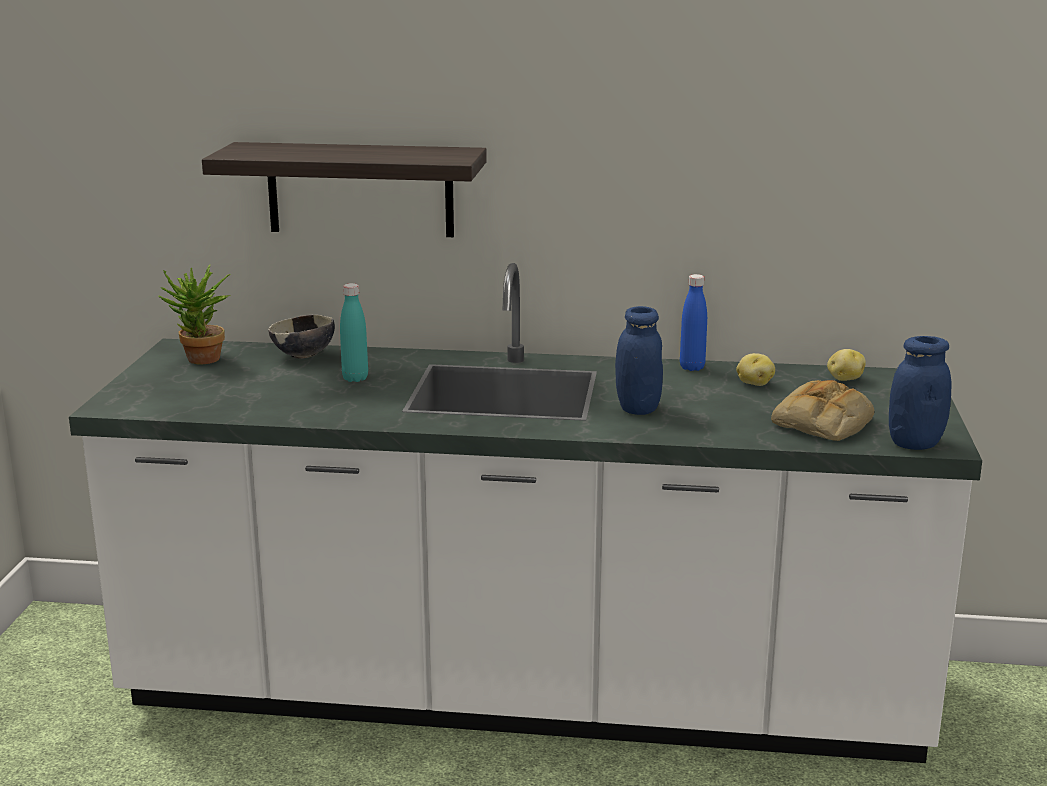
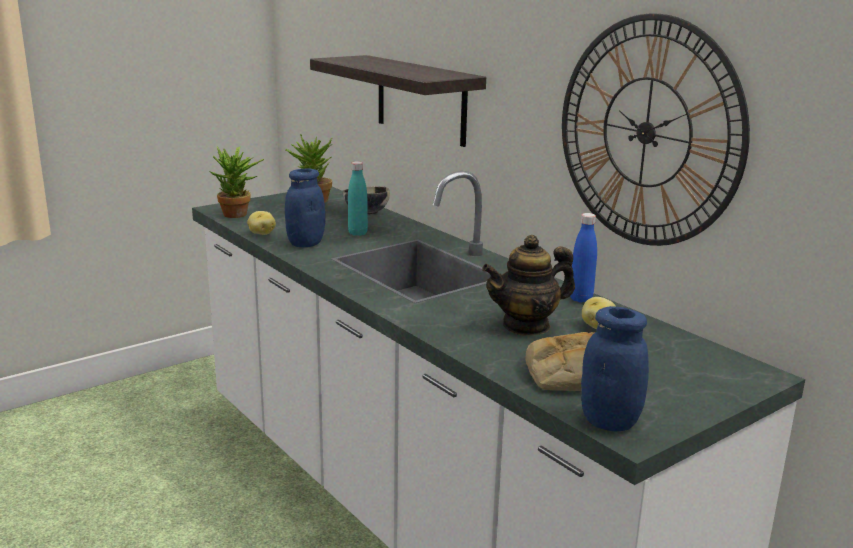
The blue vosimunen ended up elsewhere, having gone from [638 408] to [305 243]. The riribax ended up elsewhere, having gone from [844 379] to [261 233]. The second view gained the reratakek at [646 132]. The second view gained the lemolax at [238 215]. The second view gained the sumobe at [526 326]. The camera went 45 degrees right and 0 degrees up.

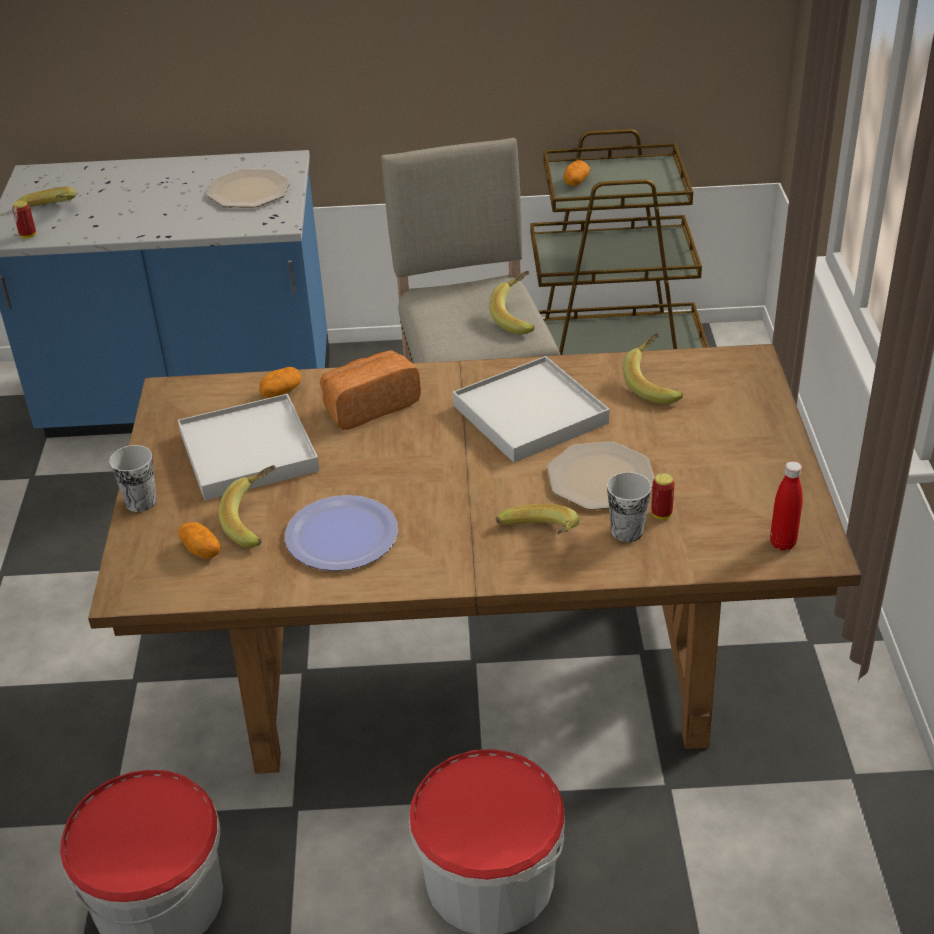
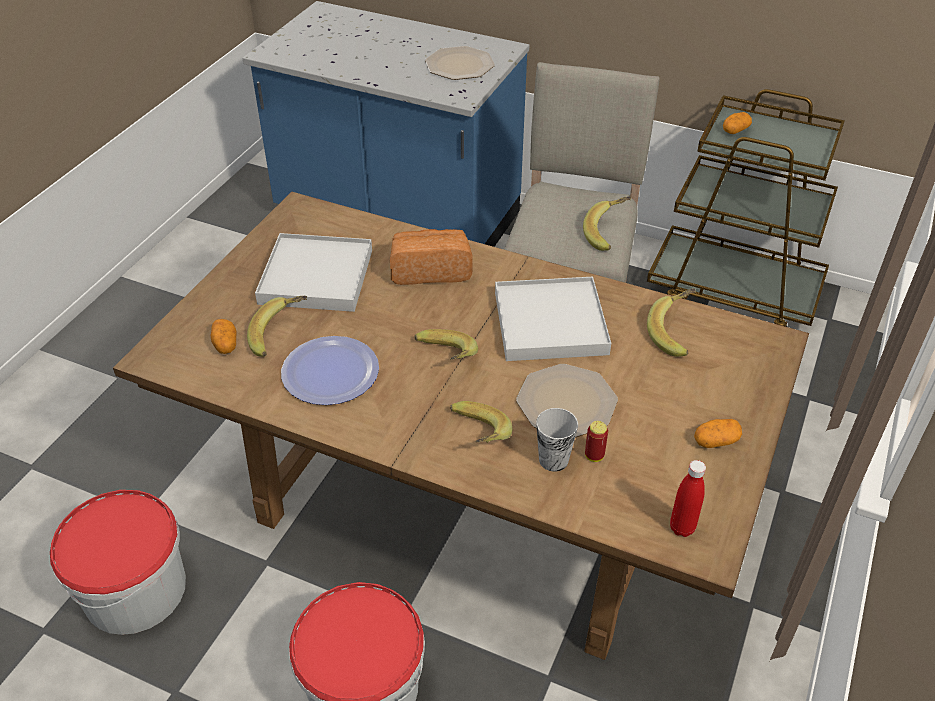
The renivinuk ended up elsewhere, having gone from [49 213] to [444 360]. The second view lost the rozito at [28 235]. The riribax ended up elsewhere, having gone from [281 392] to [715 441]. The second view lost the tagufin at [141 502]. The camera went 25 degrees right and 5 degrees up.

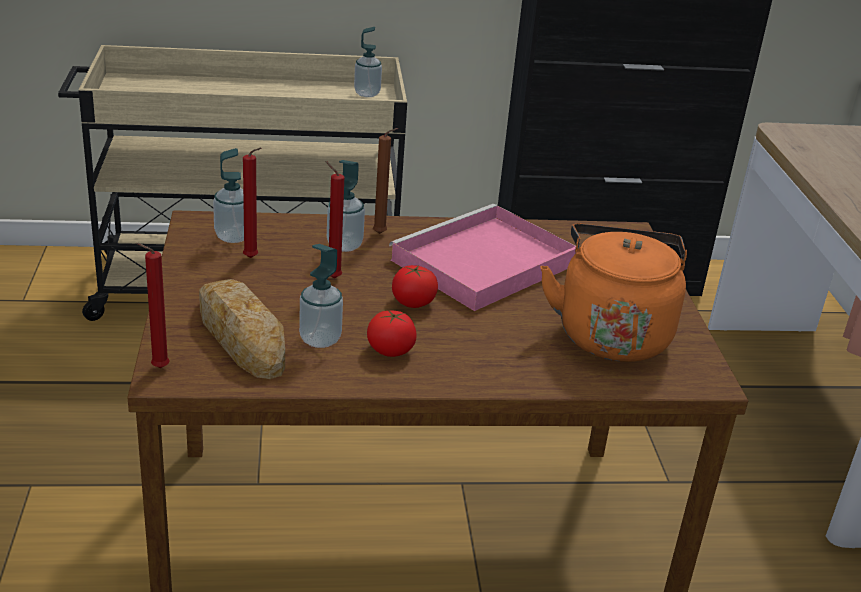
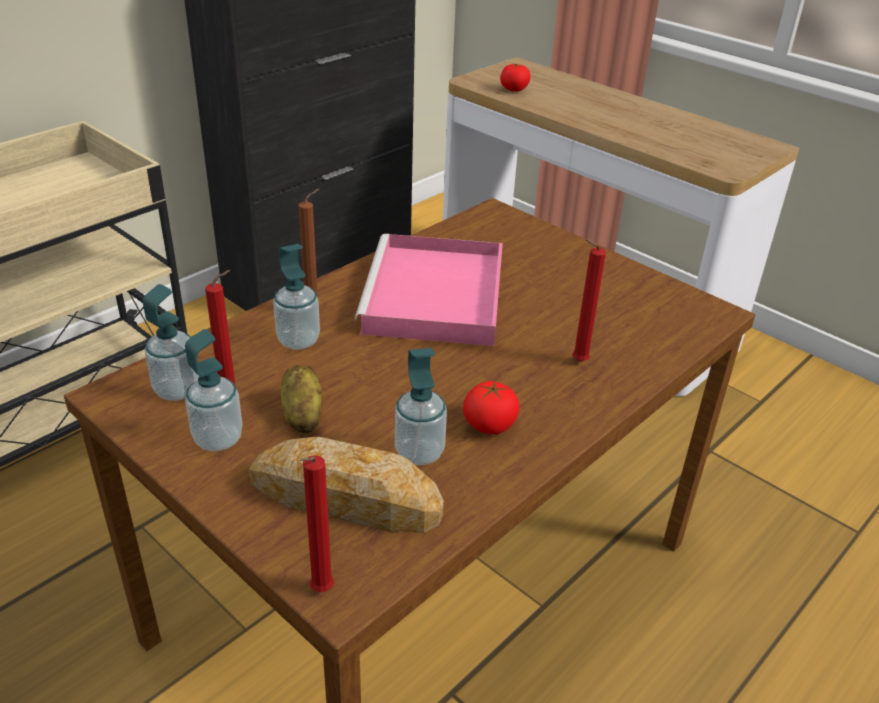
The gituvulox ended up elsewhere, having gone from [367 93] to [218 439]. The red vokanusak ended up elsewhere, having gone from [331 277] to [577 362]. The second view lost the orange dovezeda at [611 333]. The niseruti ended up elsewhere, having gone from [413 302] to [514 89]. The second view gained the riribax at [302 415]. The camera went 40 degrees left and 5 degrees up.

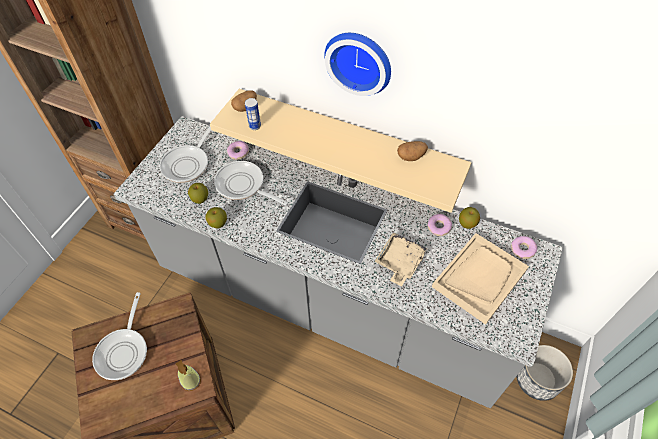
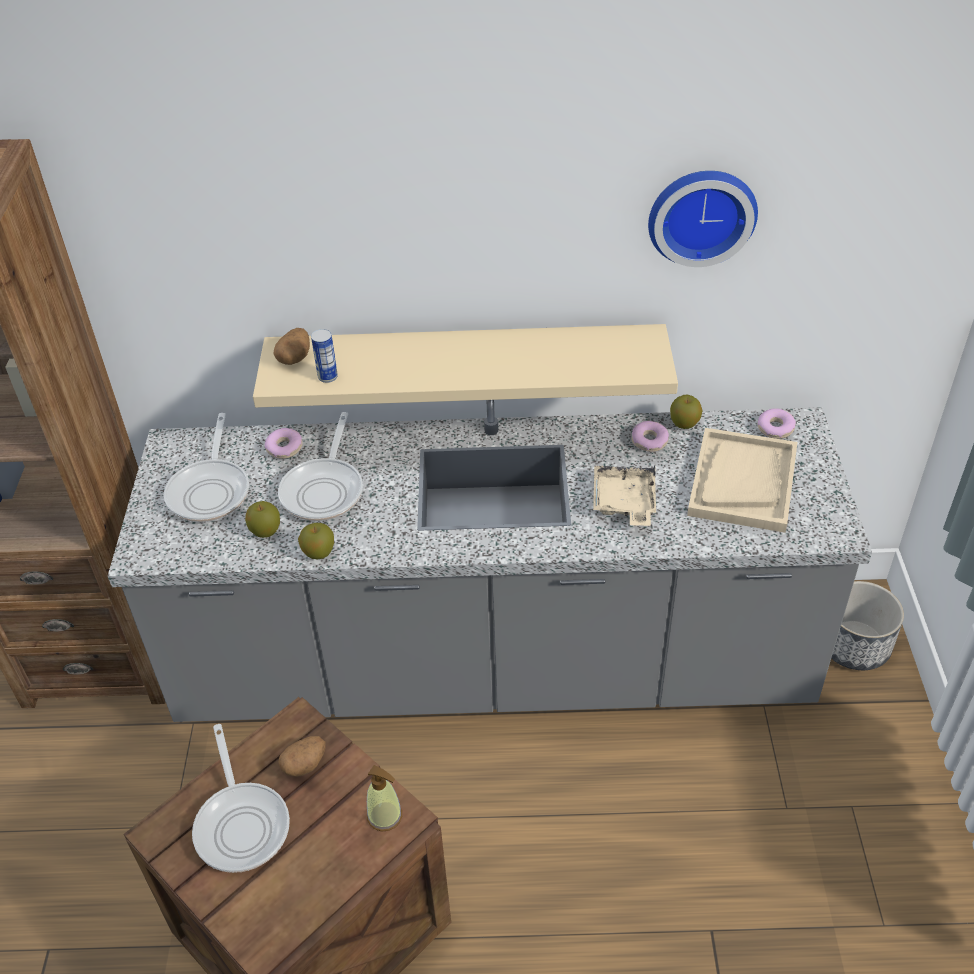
The reratakek ended up elsewhere, having gone from [359 61] to [701 214]. The riribax ended up elsewhere, having gone from [411 157] to [305 764]. The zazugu at [243 186] ended up facing another way, 90 degrees counterclockwise from before. The camera went 25 degrees left and 10 degrees down.

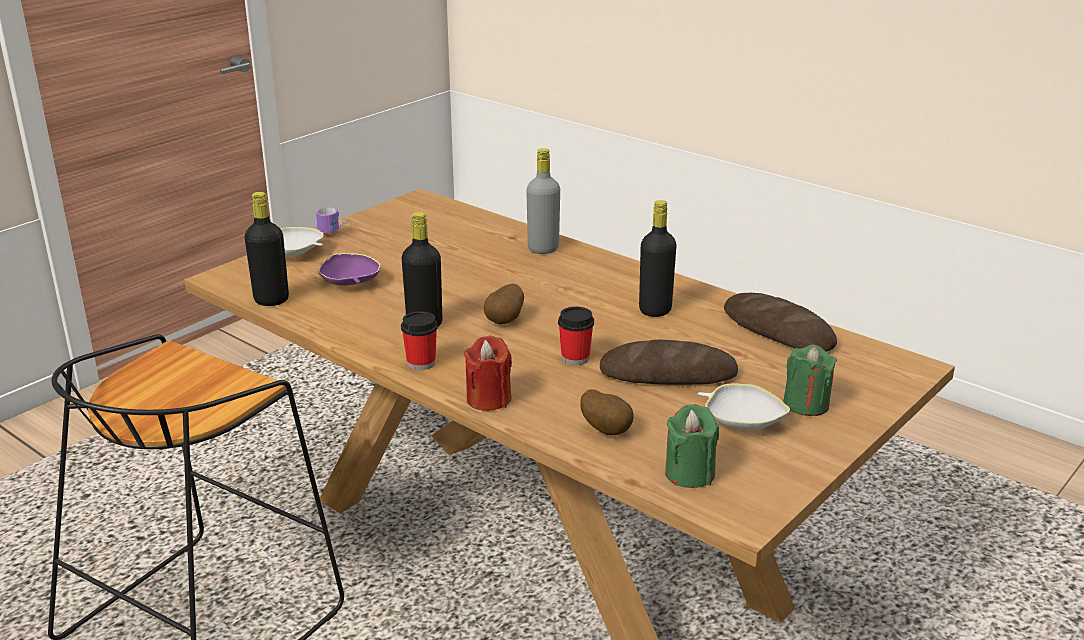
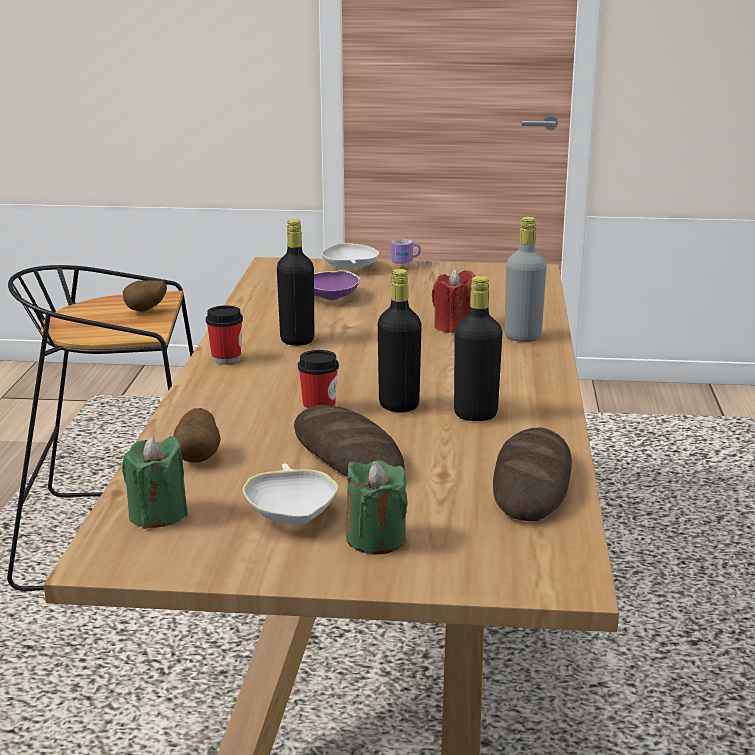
The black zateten ended up elsewhere, having gone from [271 300] to [399 405]. The riribax ended up elsewhere, having gone from [505 321] to [145 311]. The red vokanusak ended up elsewhere, having gone from [488 399] to [454 326]. The camera went 55 degrees right and 5 degrees down.

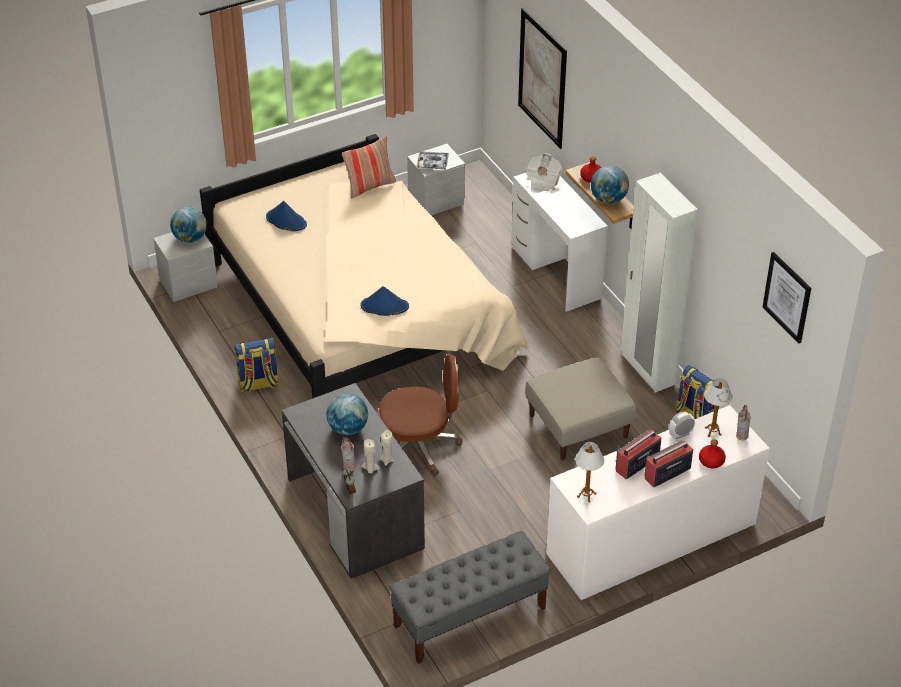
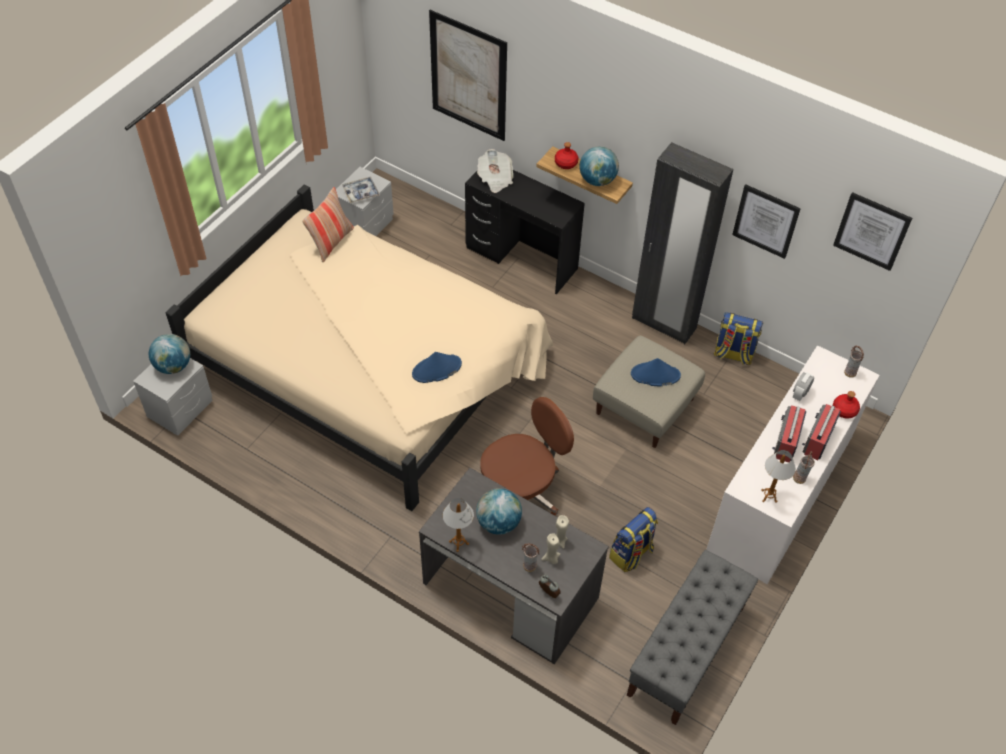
What was the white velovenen at [556 273] turned into the black velovenen at [522 258]. What was the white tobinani at [647 369] turned into the black tobinani at [663 324]. The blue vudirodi ended up elsewhere, having gone from [286 221] to [655 375]. The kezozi ended up elsewhere, having gone from [258 384] to [631 554]. The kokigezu ended up elsewhere, having gone from [713 431] to [458 543]. The second view gained the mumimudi at [766 221]. The second view gained the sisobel at [800 478]. The camera went 30 degrees left and 10 degrees up.

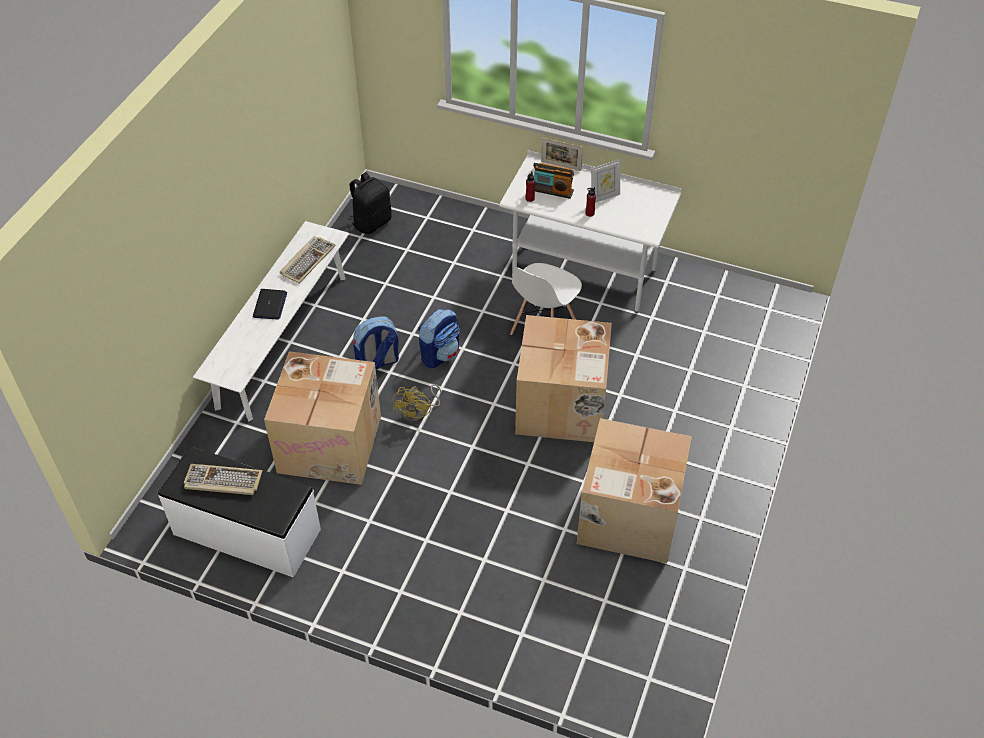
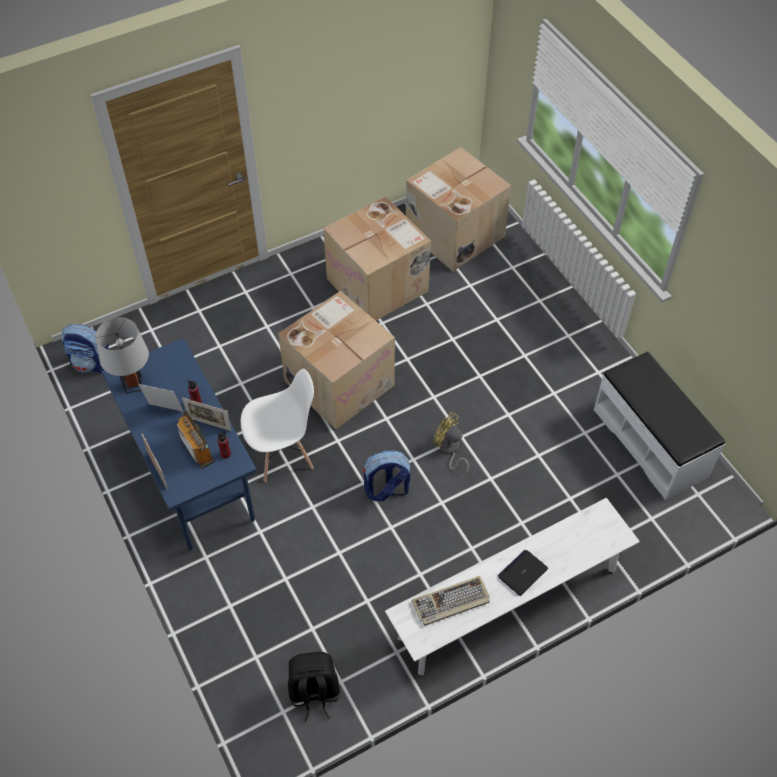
What was the white velovenen at [584 275] turned into the blue velovenen at [193 480]. The kezozi ended up elsewhere, having gone from [377 362] to [92 363]. The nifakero ended up elsewhere, having gone from [331 443] to [453 234]. The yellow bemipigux at [418 413] ended up facing another way, 105 degrees counterclockwise from before. The second view lost the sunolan at [222 481]. The second view gained the grey kokigezu at [133 384]. The second view gained the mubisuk at [209 424]. The camera went 140 degrees left and 5 degrees up.

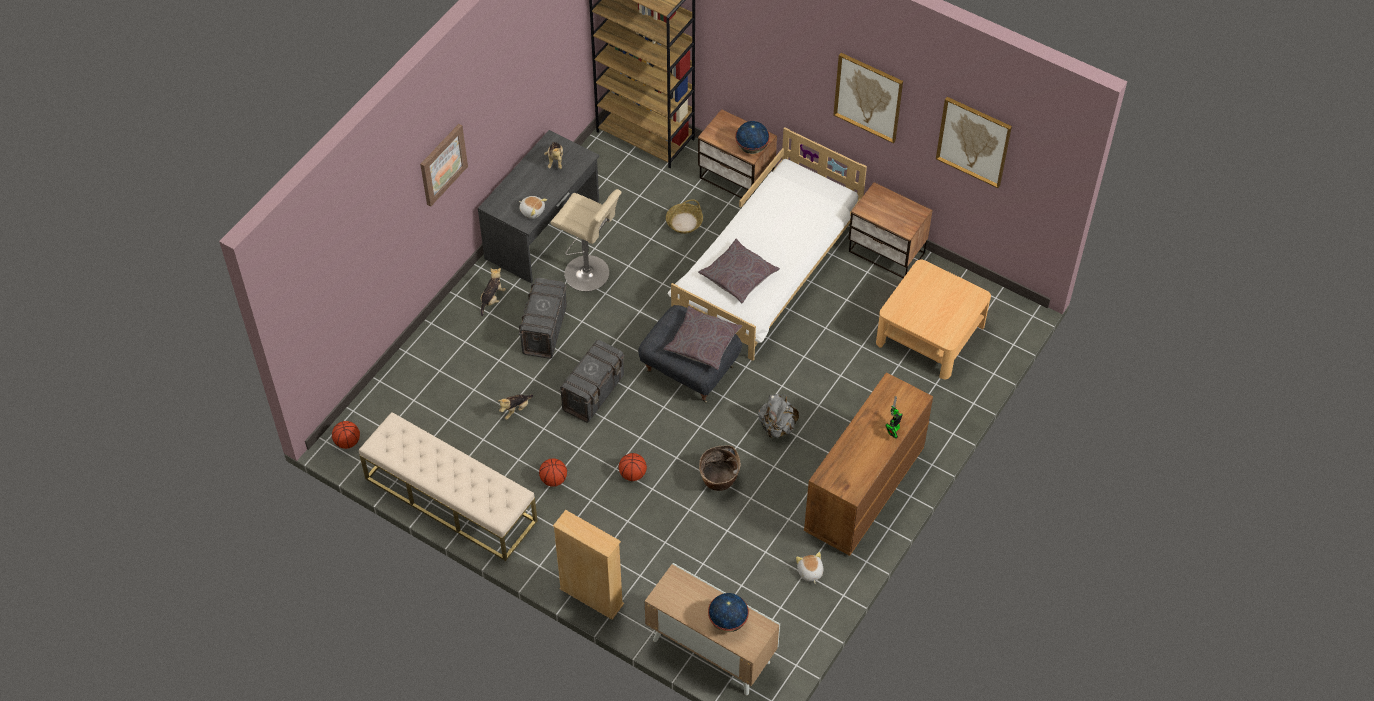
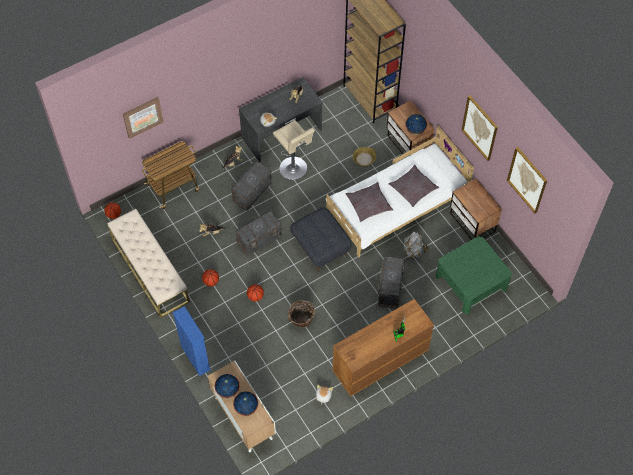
The mumimudi ended up elsewhere, having gone from [442 164] to [142 117]. What was the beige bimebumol at [929 334] turned into the green bimebumol at [470 282]. The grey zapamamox ended up elsewhere, having gone from [702 342] to [413 188]. The grey kezozi ended up elsewhere, having gone from [777 427] to [414 251]. What was the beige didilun at [591 596] turned into the blue didilun at [195 358]. The second view gained the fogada at [174 187]. The second view gained the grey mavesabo at [390 289]. The second view gained the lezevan at [227 390]. The camera went 25 degrees right and 5 degrees up.

